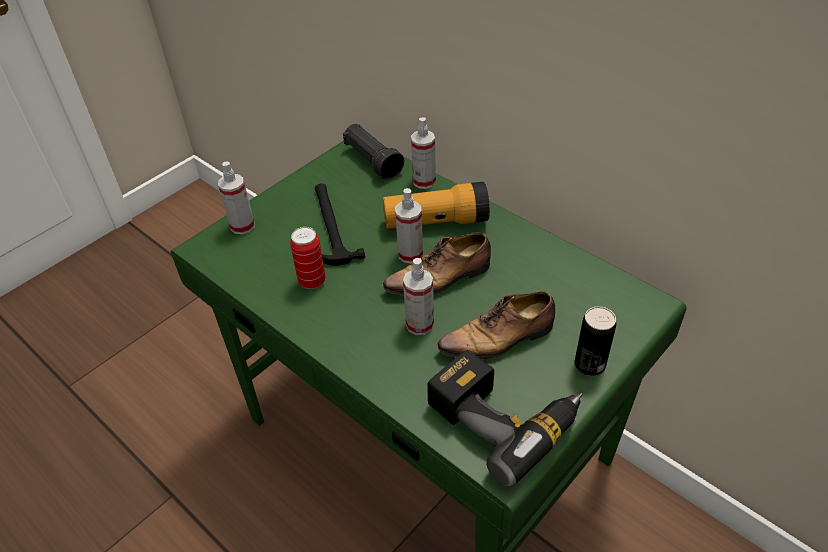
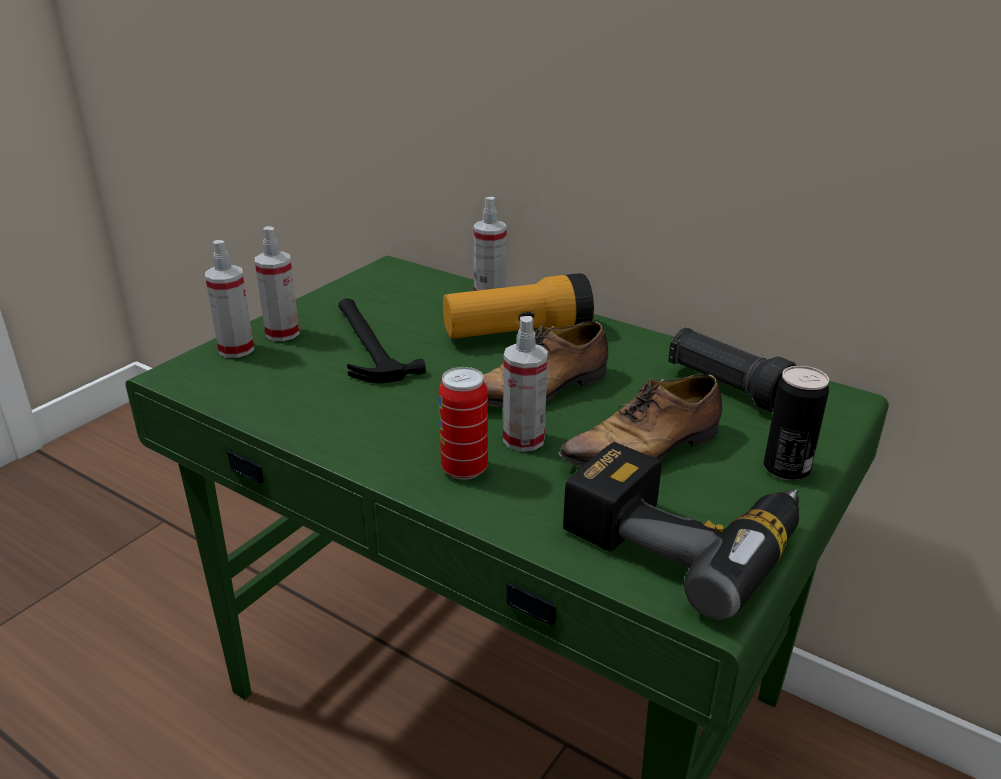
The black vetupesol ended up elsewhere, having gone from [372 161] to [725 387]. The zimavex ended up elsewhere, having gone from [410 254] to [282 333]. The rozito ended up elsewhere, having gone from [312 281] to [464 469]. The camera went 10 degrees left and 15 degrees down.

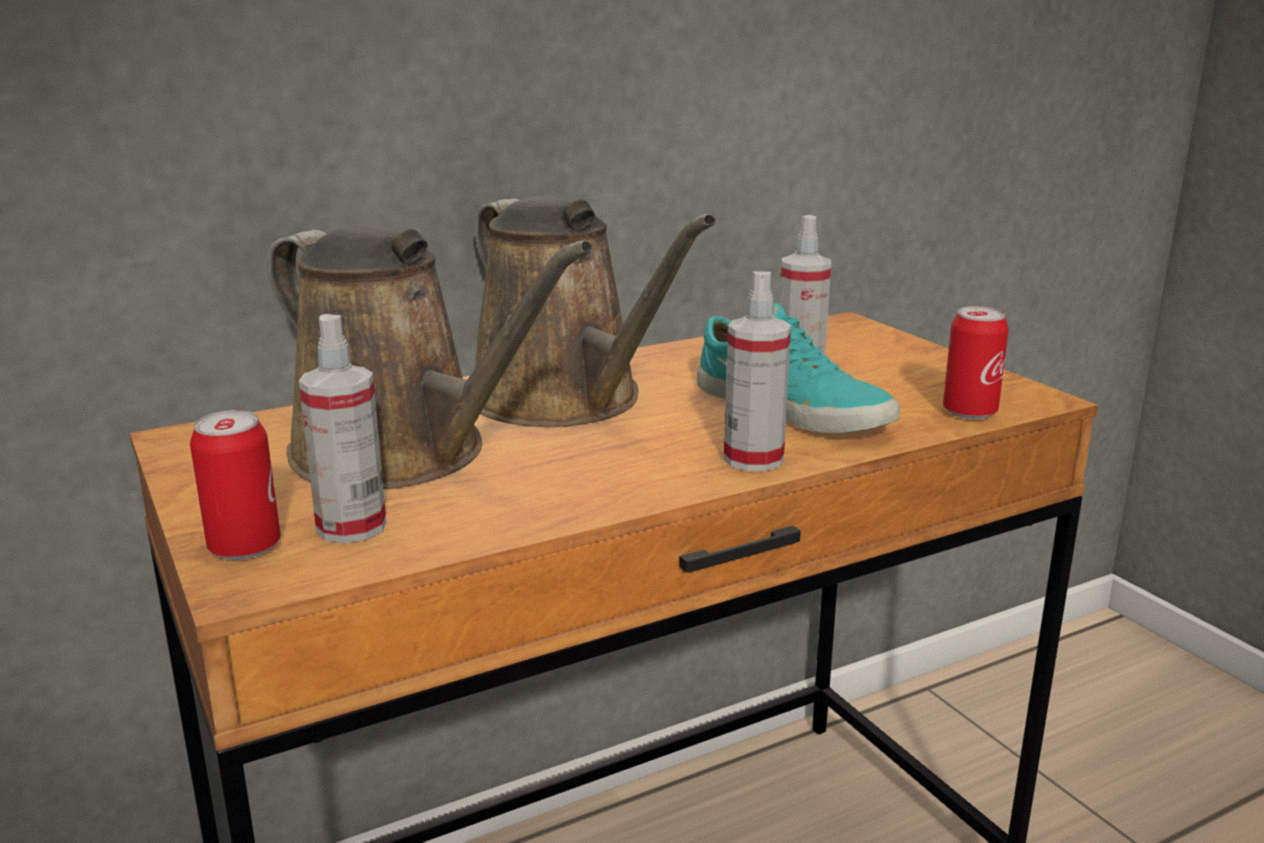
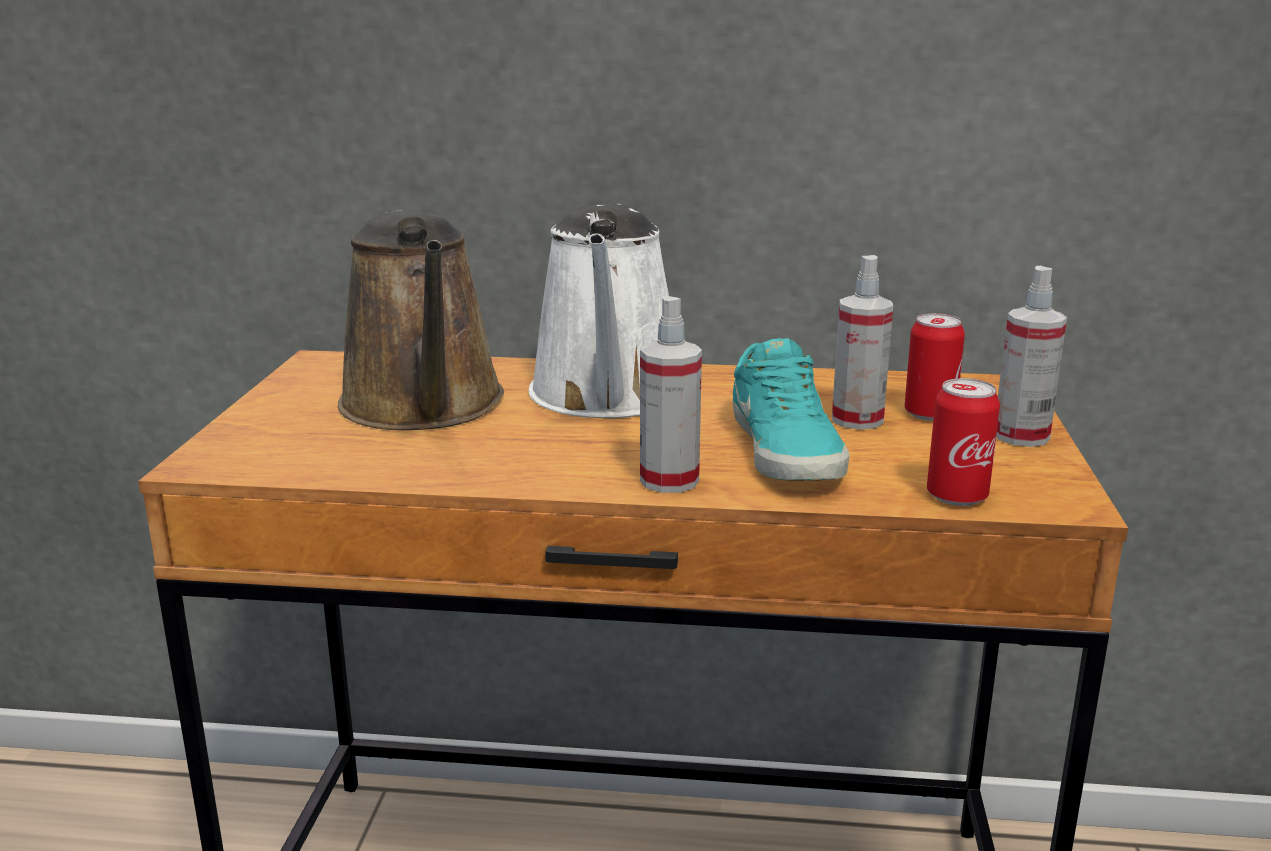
What was the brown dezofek at [566 401] turned into the white dezofek at [608 396]. The zimavex ended up elsewhere, having gone from [351 527] to [1021 436]. The rozito ended up elsewhere, having gone from [244 547] to [929 414]. The camera went 35 degrees right and 0 degrees up.

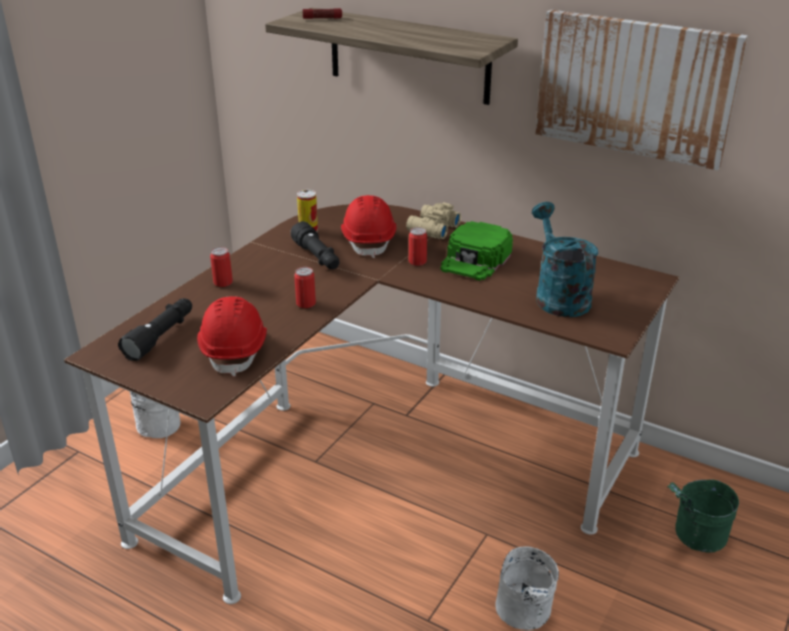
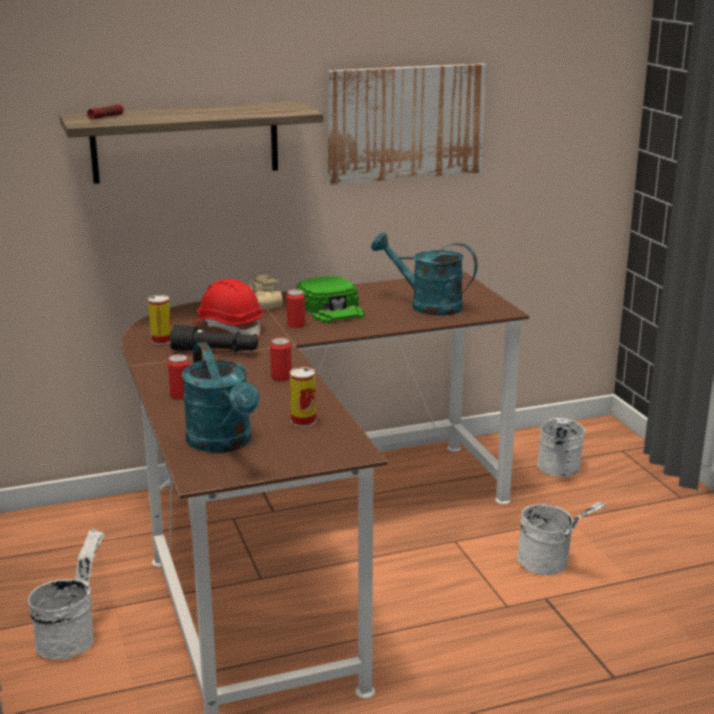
Where the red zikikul stood at [235 350], the rozito came to stand at [303 421]. Where the black vetupesol stood at [161 336], the turquoise dezofek came to stand at [224 443]. What was the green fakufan at [693 538] turned into the white fakufan at [558 471]. The camera went 50 degrees left and 10 degrees down.

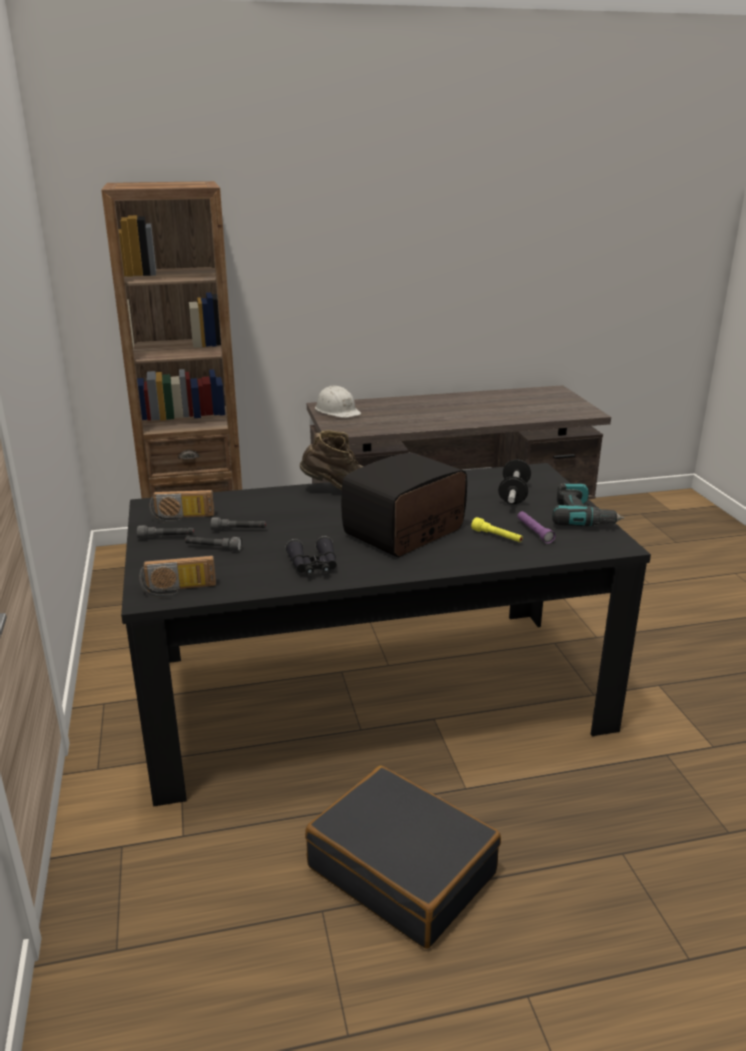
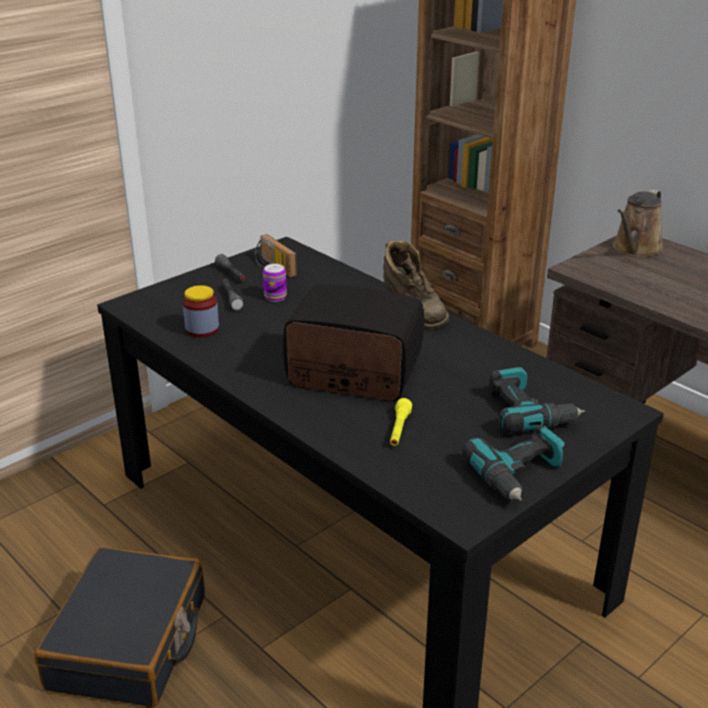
Where the white zikikul stood at [337 411], the brown dezofek came to stand at [635 249]. Where the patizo stood at [514 494], the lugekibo came to stand at [528 413]. The second view lost the purple vetupesol at [534 532]. Where the grey vetupesol stood at [239 530], the rozito came to stand at [275 297]. The second view lost the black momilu at [313 565]. The second view lost the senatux at [179 590]. The second view gained the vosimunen at [202 329]. The camera went 60 degrees right and 5 degrees up.

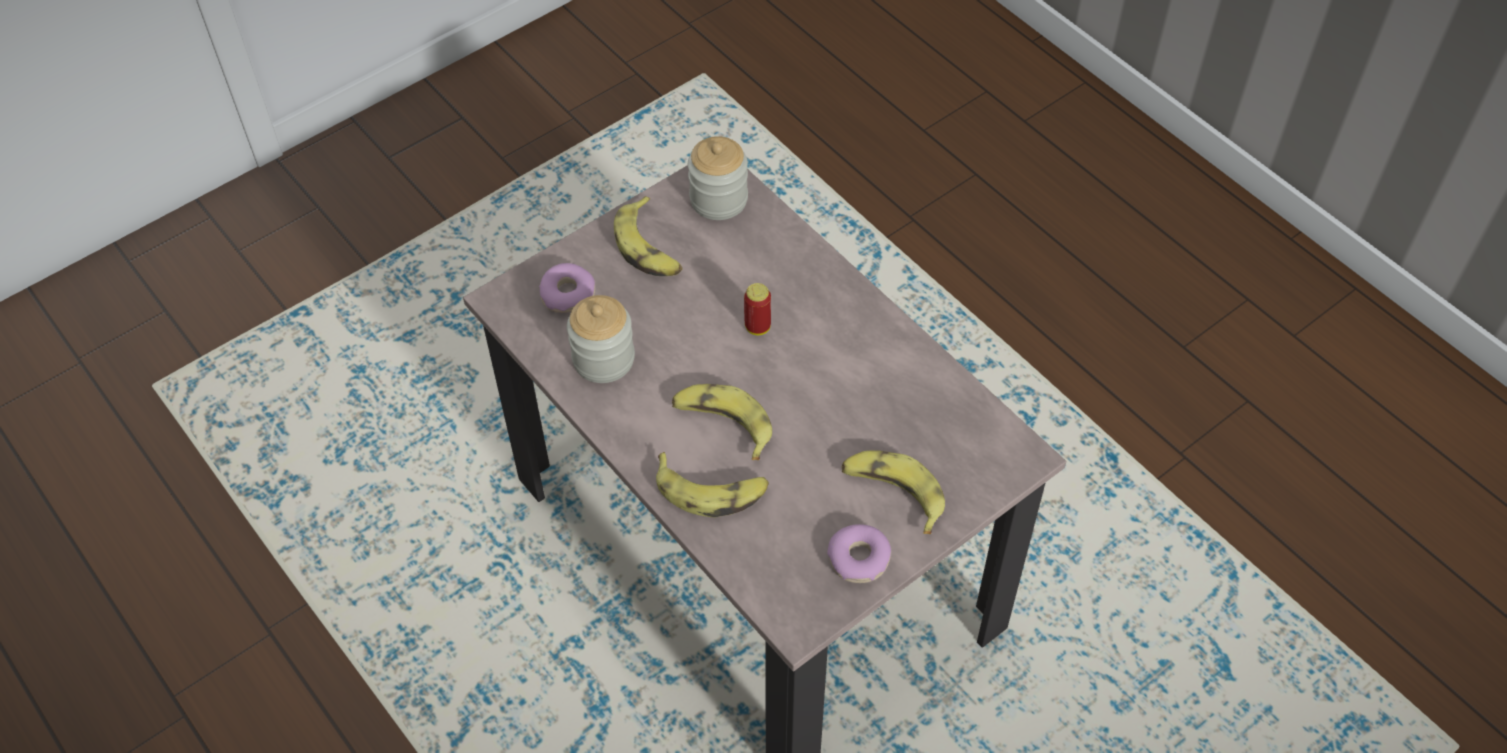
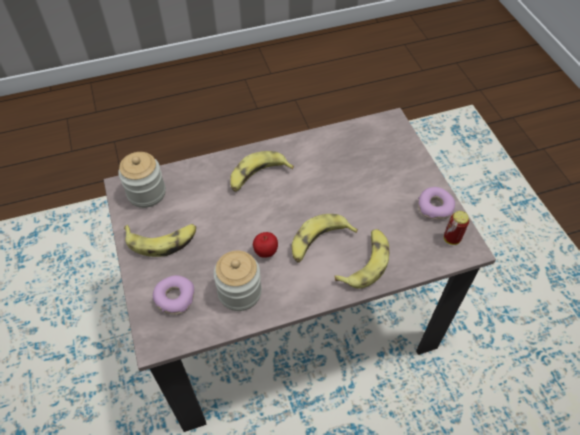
The rozito ended up elsewhere, having gone from [757 327] to [451 239]. The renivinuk ended up elsewhere, having gone from [893 493] to [258 176]. The second view gained the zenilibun at [265 252]. The camera went 70 degrees left and 0 degrees up.

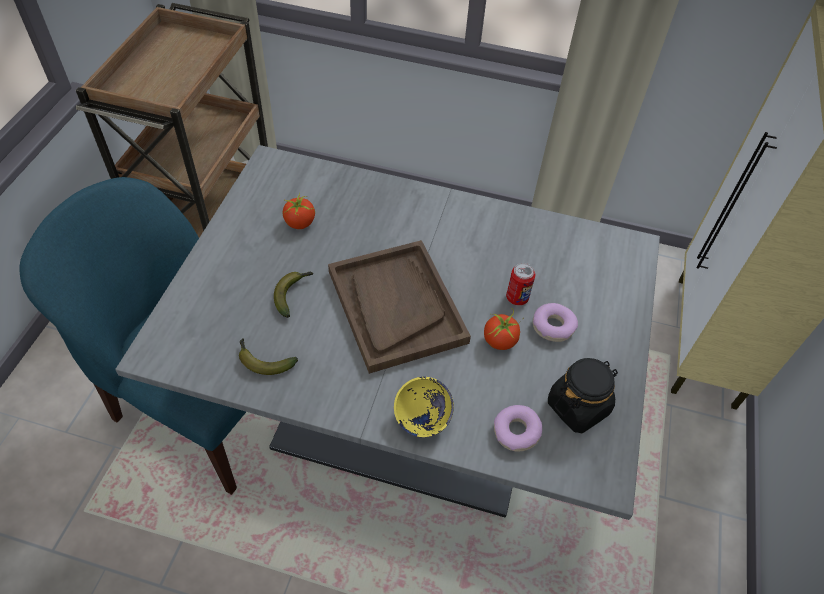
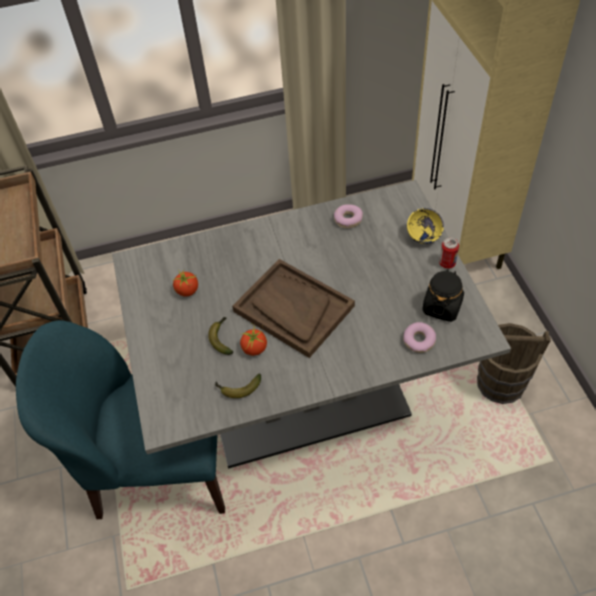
The rozito ended up elsewhere, having gone from [517 298] to [447 263]. The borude ended up elsewhere, having gone from [553 327] to [348 219]. The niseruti ended up elsewhere, having gone from [499 341] to [254 348]. The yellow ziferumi ended up elsewhere, having gone from [422 419] to [423 237]. The second view gained the brown fakufan at [501 384]. The camera went 25 degrees left and 0 degrees up.

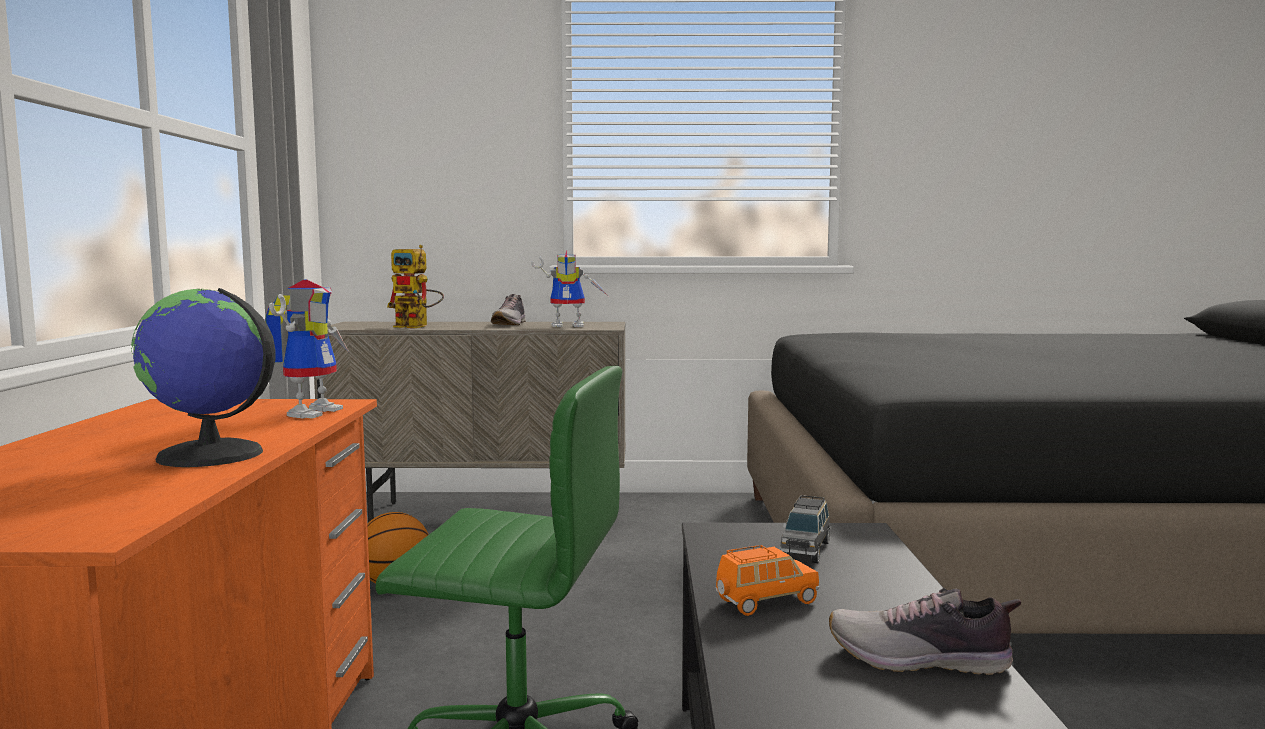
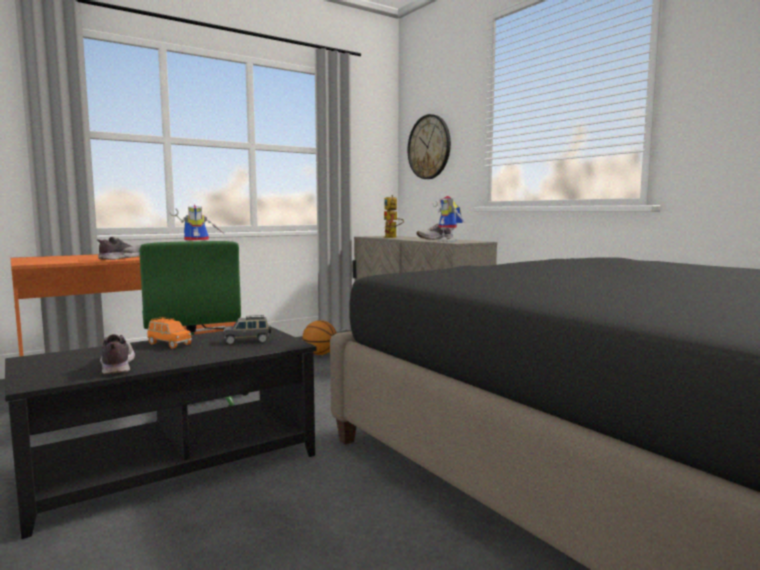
Where the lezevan stood at [209 455], the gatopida came to stand at [120 258]. The second view gained the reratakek at [429 147]. The camera went 55 degrees right and 0 degrees up.

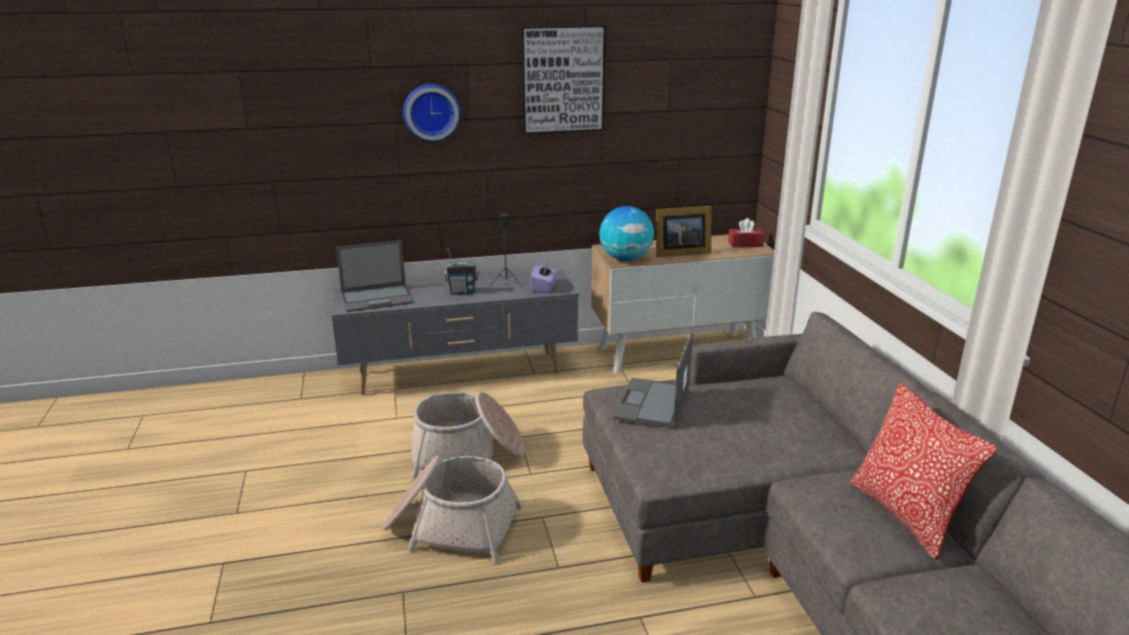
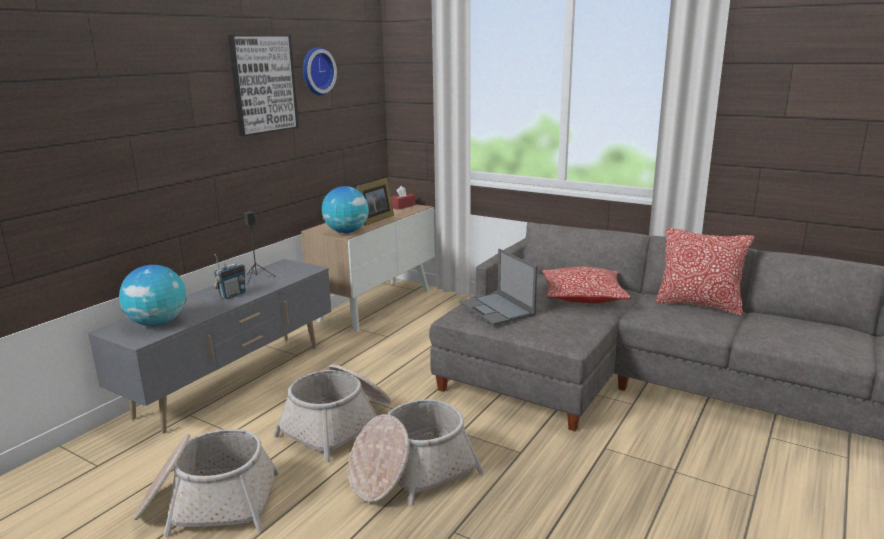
The reratakek ended up elsewhere, having gone from [431 112] to [316 71]. Where the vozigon stood at [378 298], the lezevan came to stand at [158 323]. The second view lost the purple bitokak at [544 288]. The second view gained the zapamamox at [583 297]. The second view gained the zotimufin at [208 503]. The camera went 45 degrees left and 5 degrees down.

